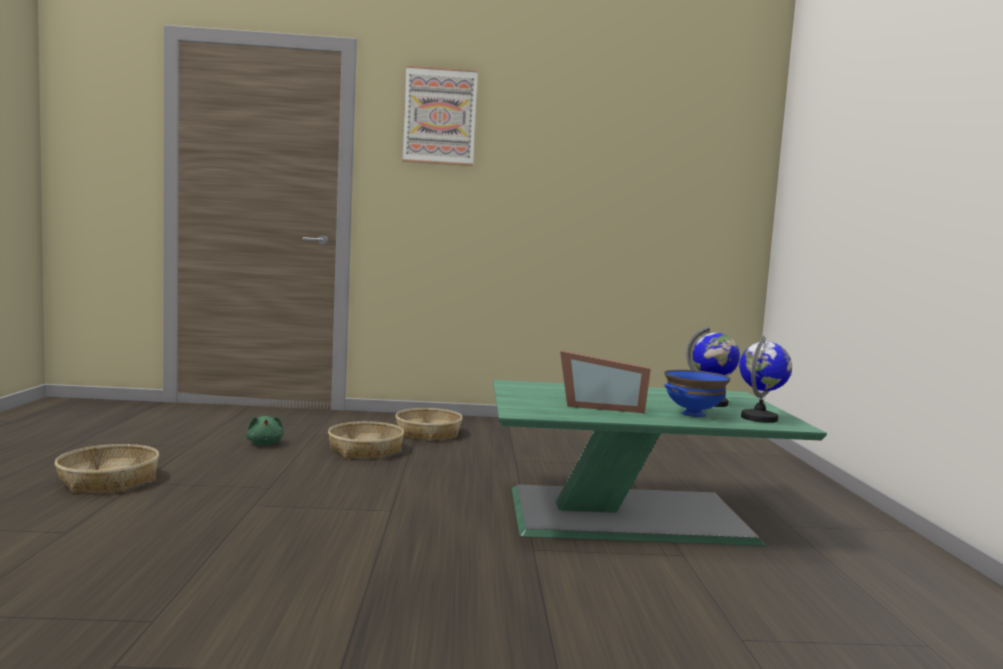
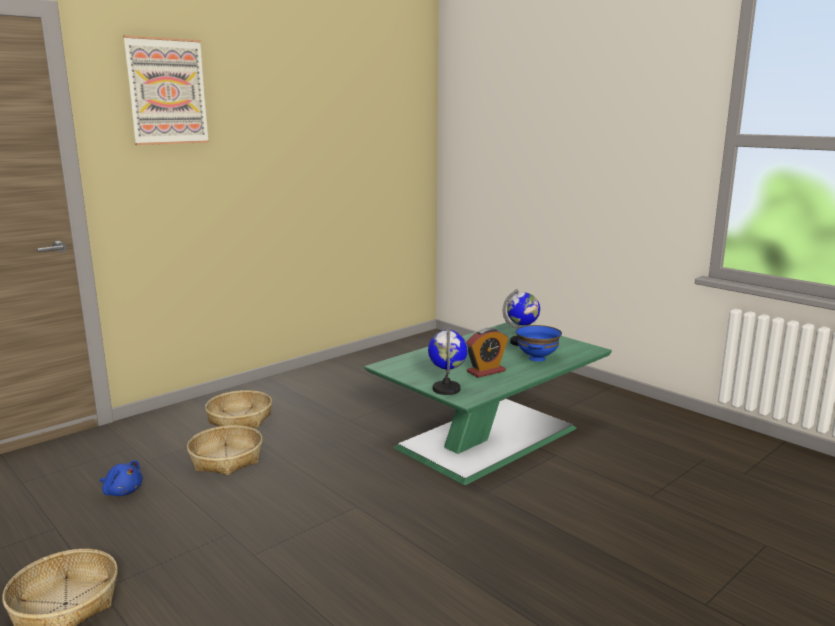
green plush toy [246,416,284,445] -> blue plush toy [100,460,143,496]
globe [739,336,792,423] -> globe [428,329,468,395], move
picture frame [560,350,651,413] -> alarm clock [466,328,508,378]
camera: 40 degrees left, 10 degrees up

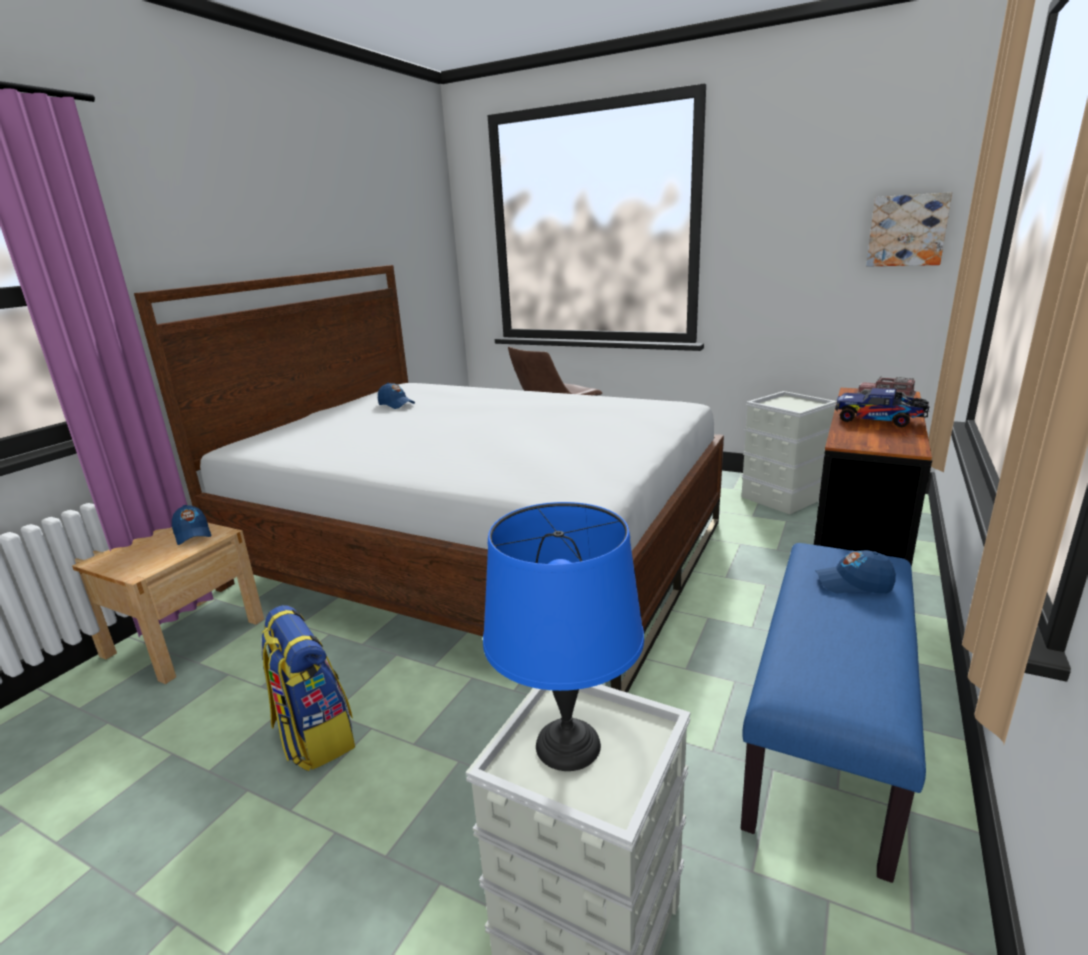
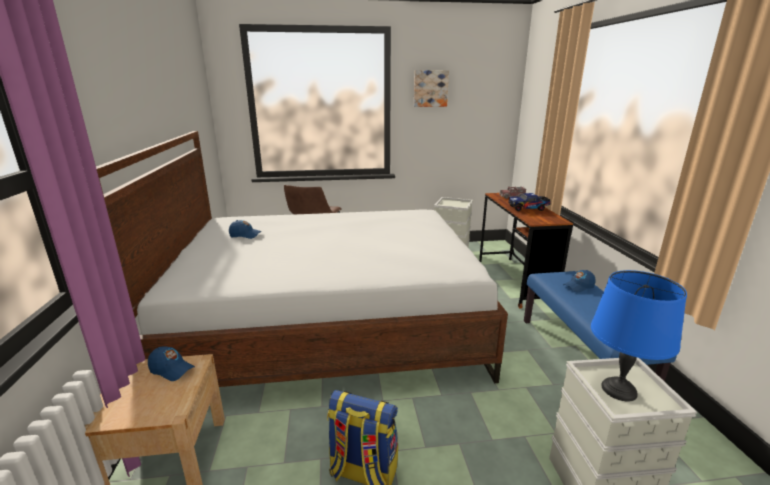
picture [866,192,952,267] -> picture [414,70,449,107], move
camera: 35 degrees left, 0 degrees up

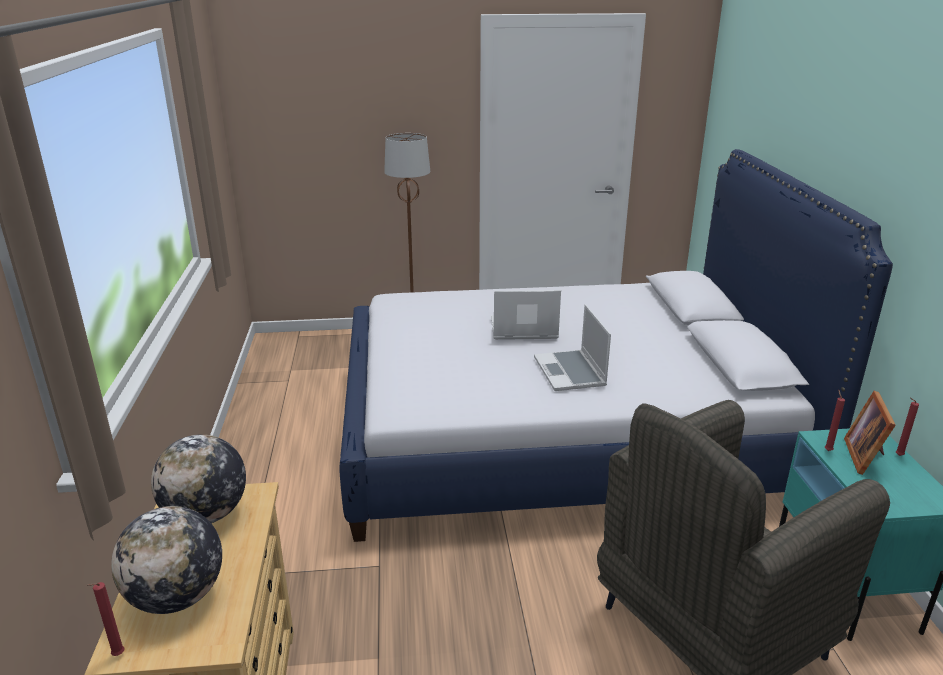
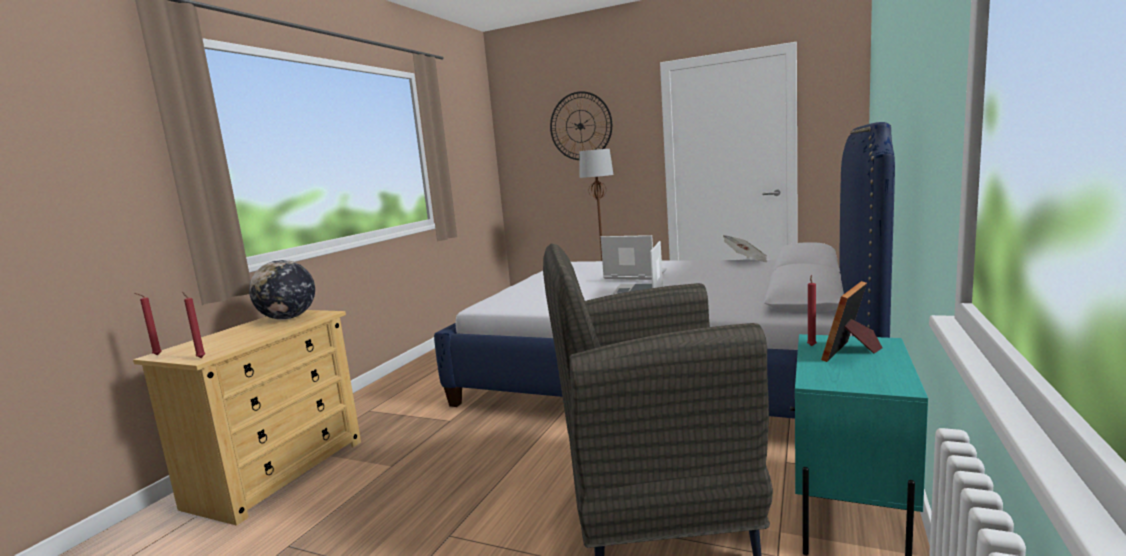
red candle [896,398,919,456] -> red candle [182,292,205,358], move
none -> wall clock [550,91,612,160]
none -> newspaper [722,235,767,263]
globe [111,506,222,614] -> none
camera: 30 degrees right, 15 degrees down

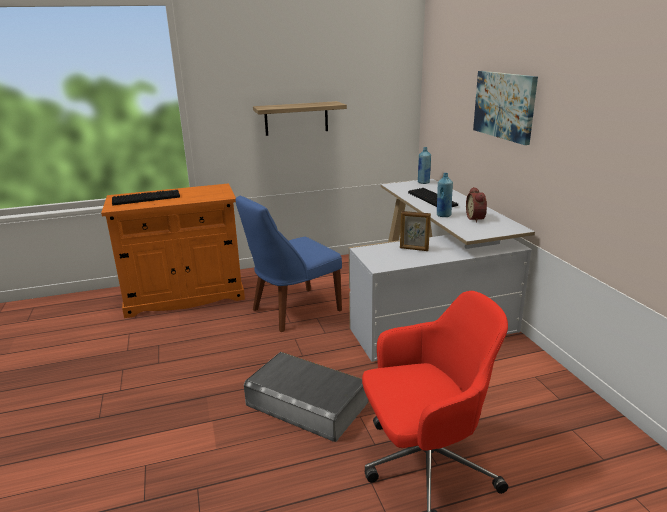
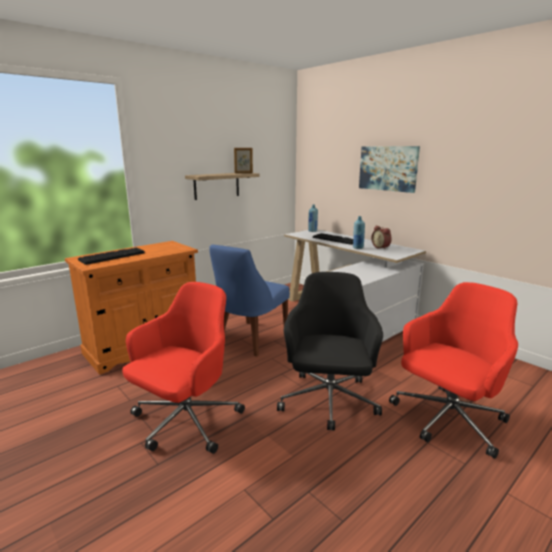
none -> red office chair [122,282,245,454]
picture frame [400,211,431,251] -> picture frame [234,148,253,173], move
grey storage box [244,352,368,442] -> black office chair [277,272,383,431]
camera: 25 degrees left, 5 degrees down

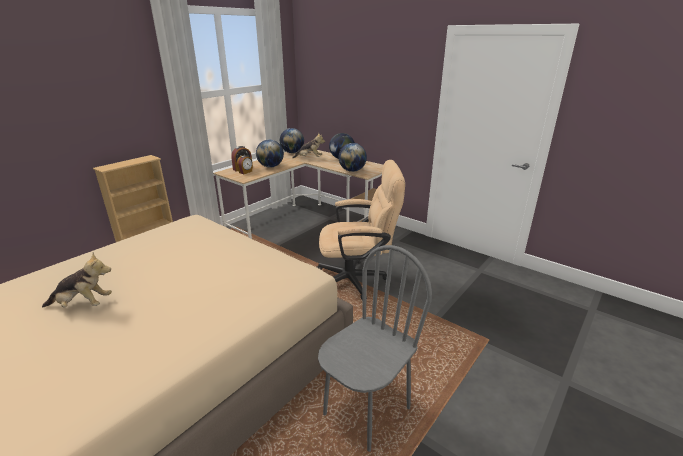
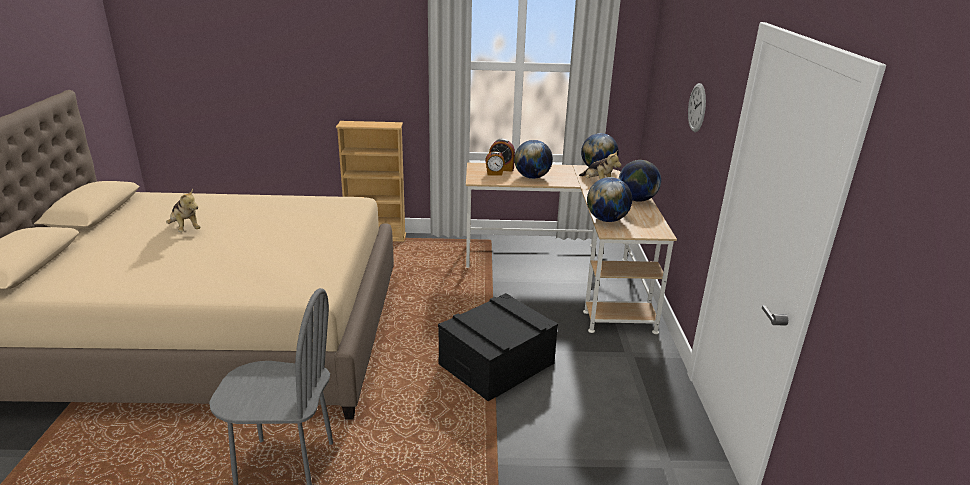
beige office chair [317,160,405,300] -> black storage box [438,293,558,401]
none -> wall clock [688,83,706,132]
camera: 50 degrees right, 0 degrees up

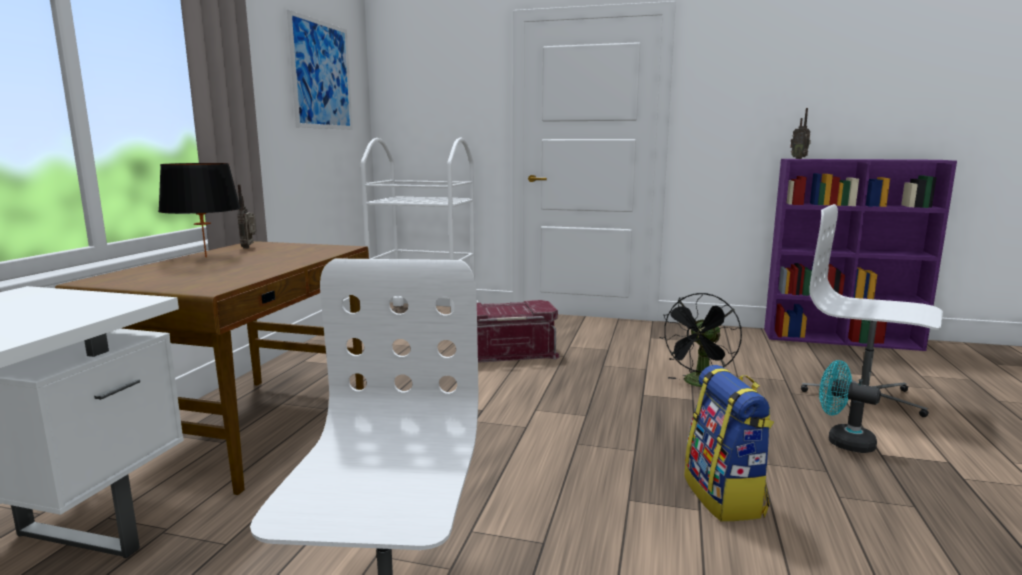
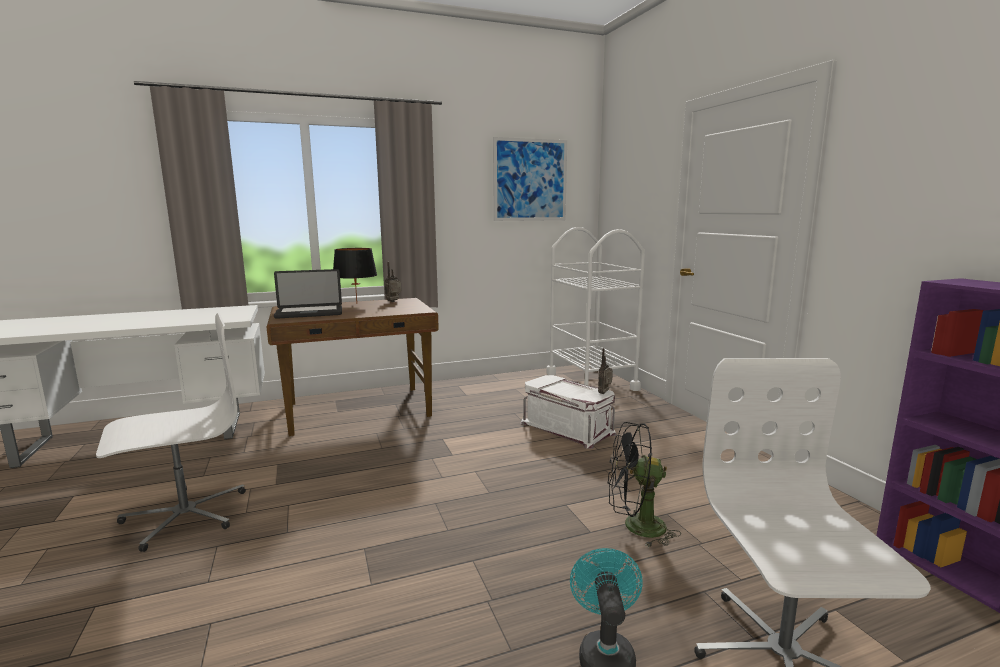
none -> laptop [274,269,342,319]
red storage box [477,300,560,363] -> white storage box [521,375,617,449]
radio [790,108,811,159] -> radio [598,348,613,394], move
backpack [684,365,774,522] -> none
camera: 55 degrees right, 0 degrees up

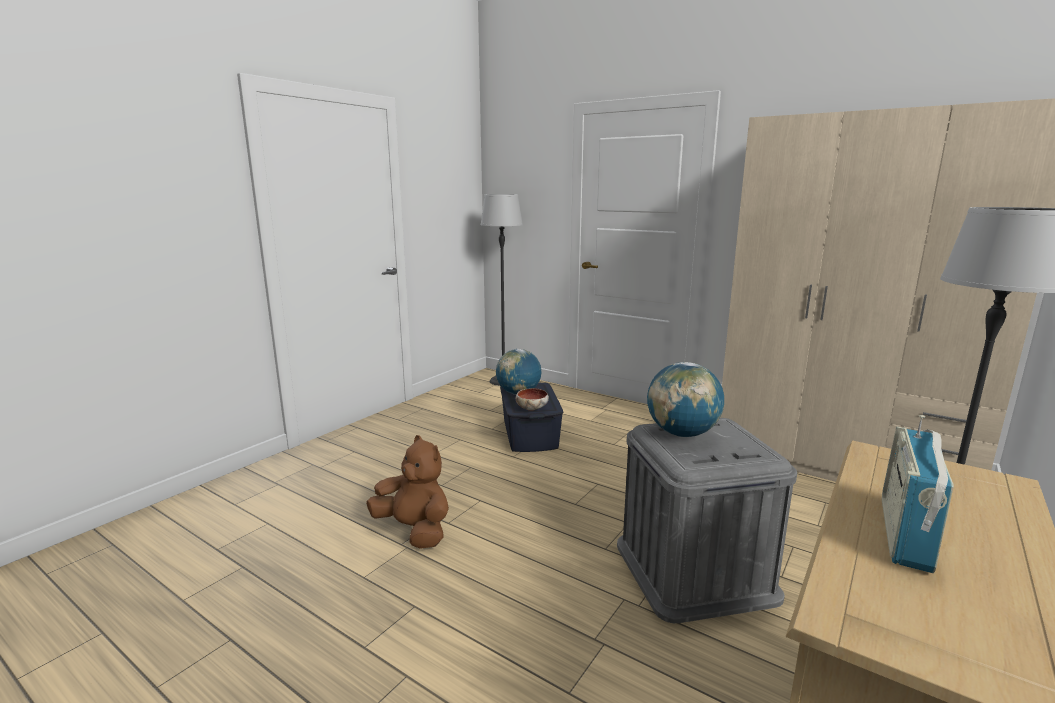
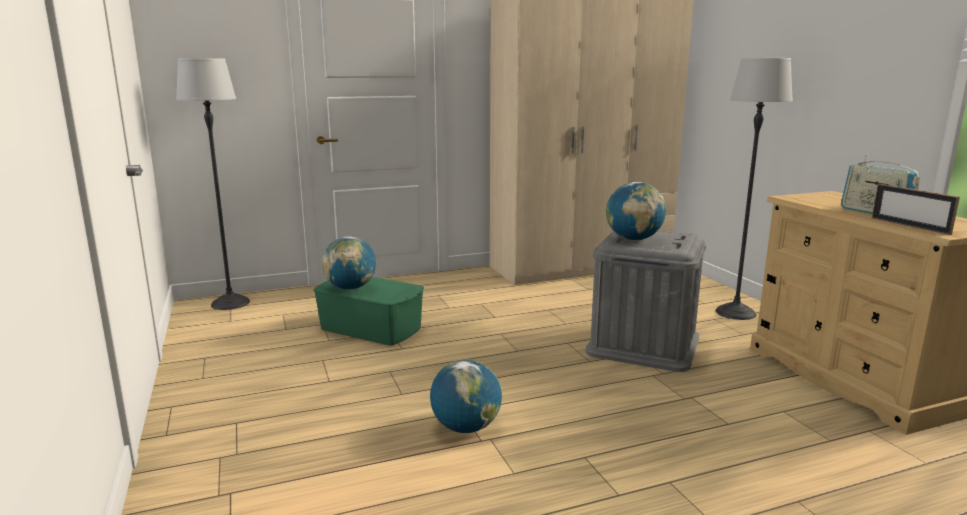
blue storage box [500,383,563,452] -> green storage box [313,277,424,346]
brown plush toy [366,435,449,549] -> globe [430,360,502,433]
none -> picture frame [872,184,960,235]
bowl [515,388,549,411] -> none
camera: 55 degrees left, 0 degrees up

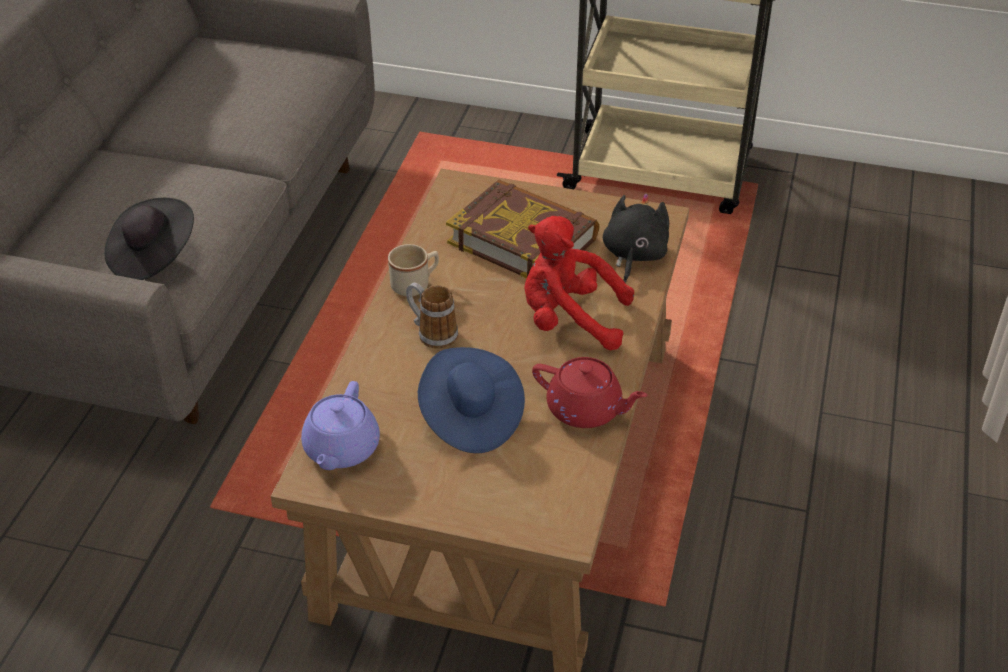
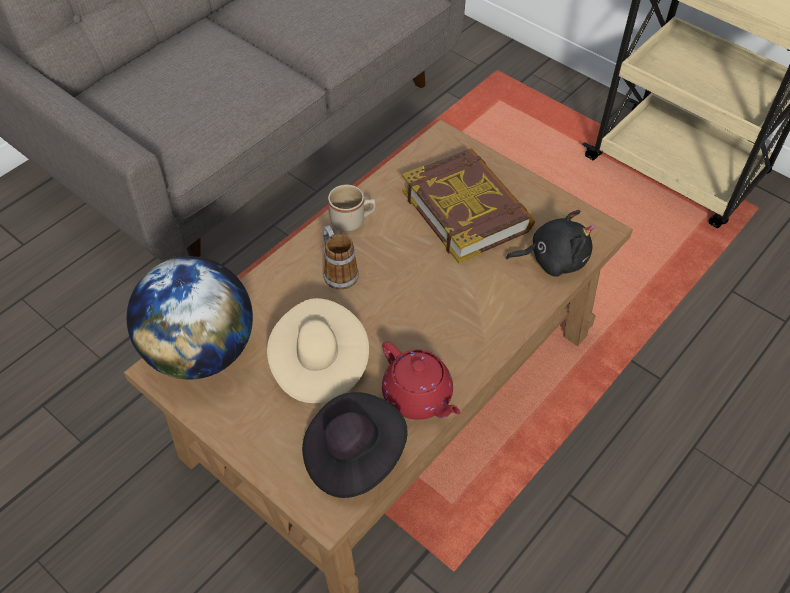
purple teapot [301,381,380,470] -> globe [127,256,253,379]
blue hat [418,347,525,453] -> beige hat [267,298,369,403]
black hat [104,198,194,280] -> black hat [302,392,408,498], move
black plush toy [603,193,669,283] -> black plush toy [506,210,595,277], 45 degrees clockwise
red plush toy [524,216,634,350] -> none
camera: 25 degrees right, 10 degrees up

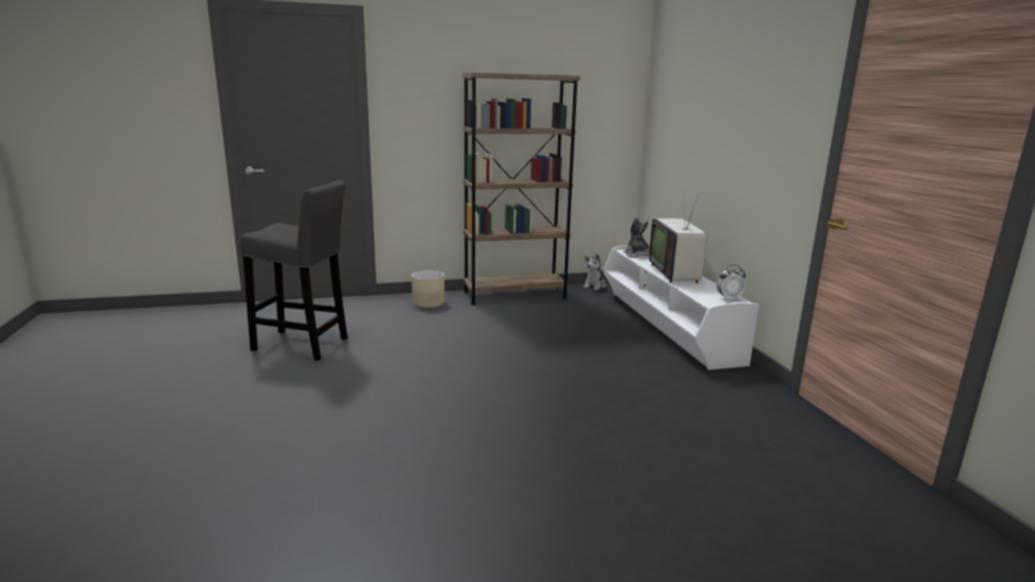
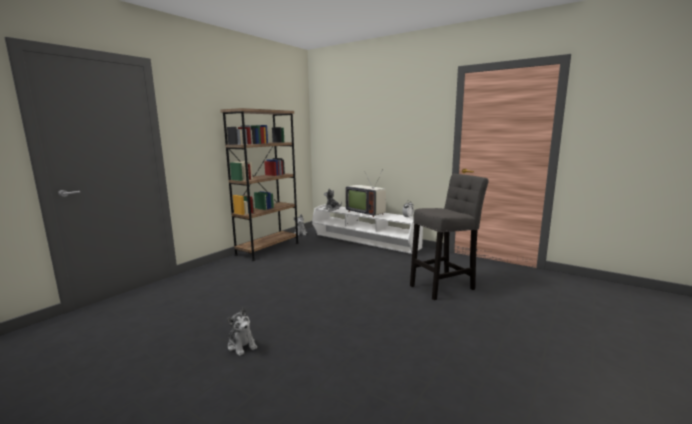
none -> plush toy [227,308,257,356]
grey stool [240,180,348,361] -> grey stool [410,174,489,300], move
beige planter [412,270,445,308] -> none
camera: 40 degrees left, 5 degrees down

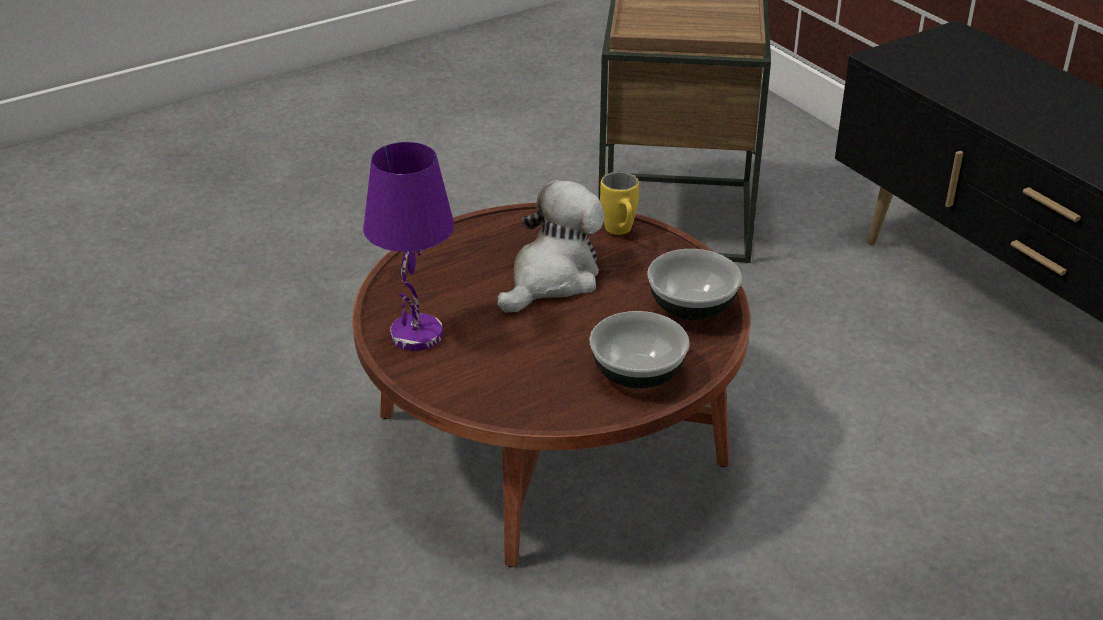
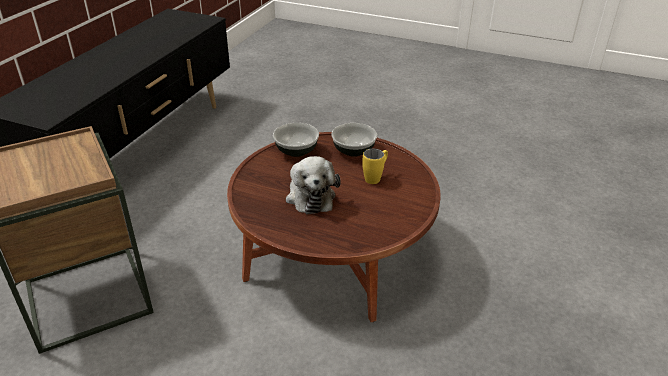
plush toy [498,180,605,313] -> plush toy [286,156,341,214], 105 degrees counterclockwise
yellow mug [600,172,639,235] -> yellow mug [362,148,388,184], move
purple table lamp [363,142,454,351] -> none
camera: 125 degrees left, 0 degrees up

